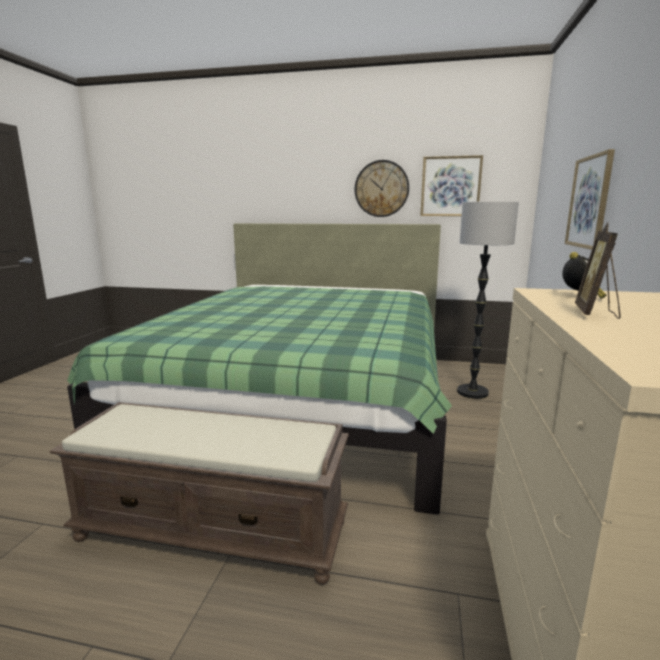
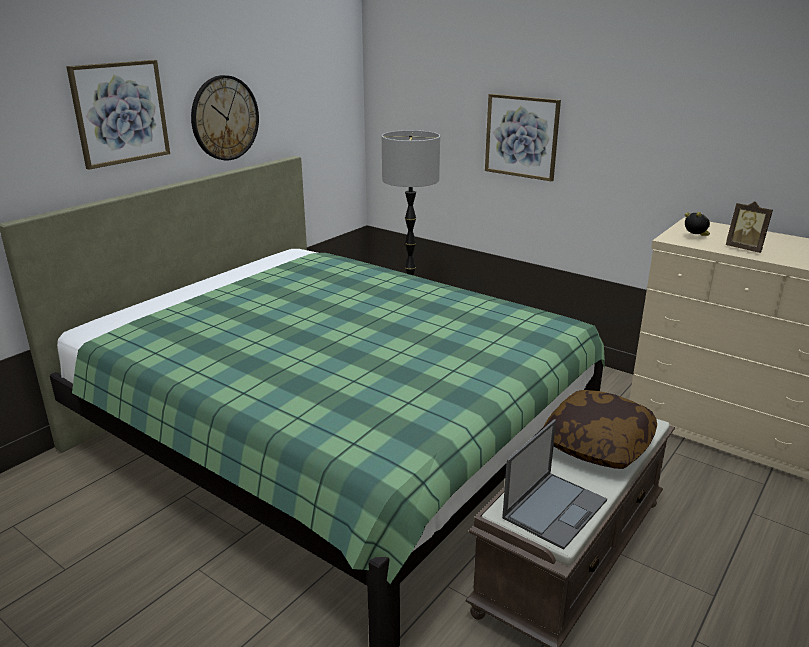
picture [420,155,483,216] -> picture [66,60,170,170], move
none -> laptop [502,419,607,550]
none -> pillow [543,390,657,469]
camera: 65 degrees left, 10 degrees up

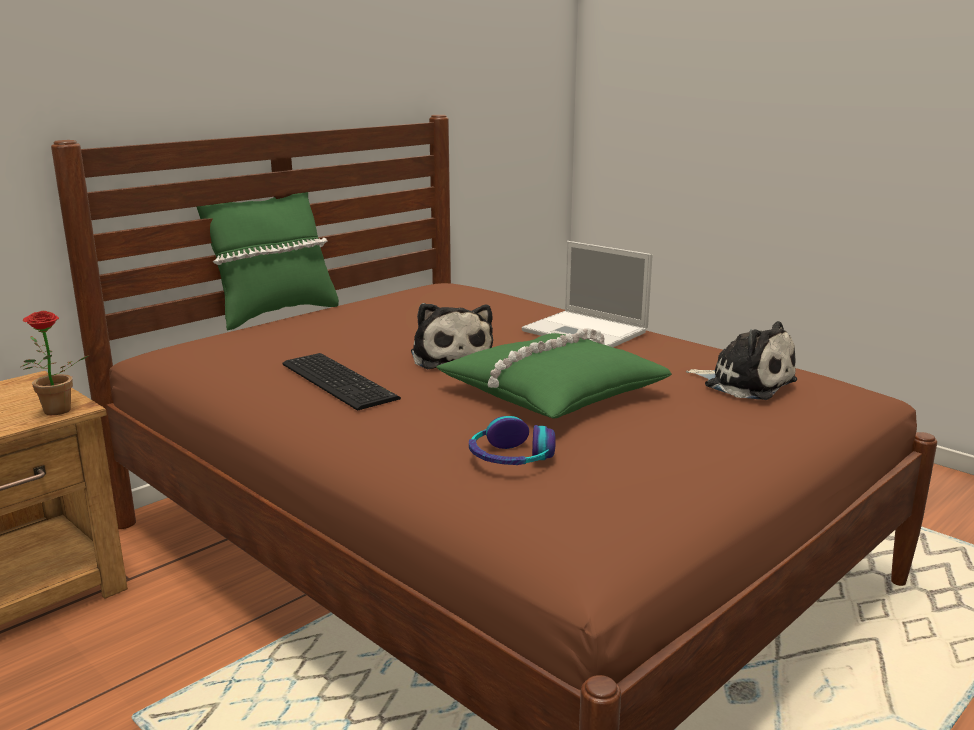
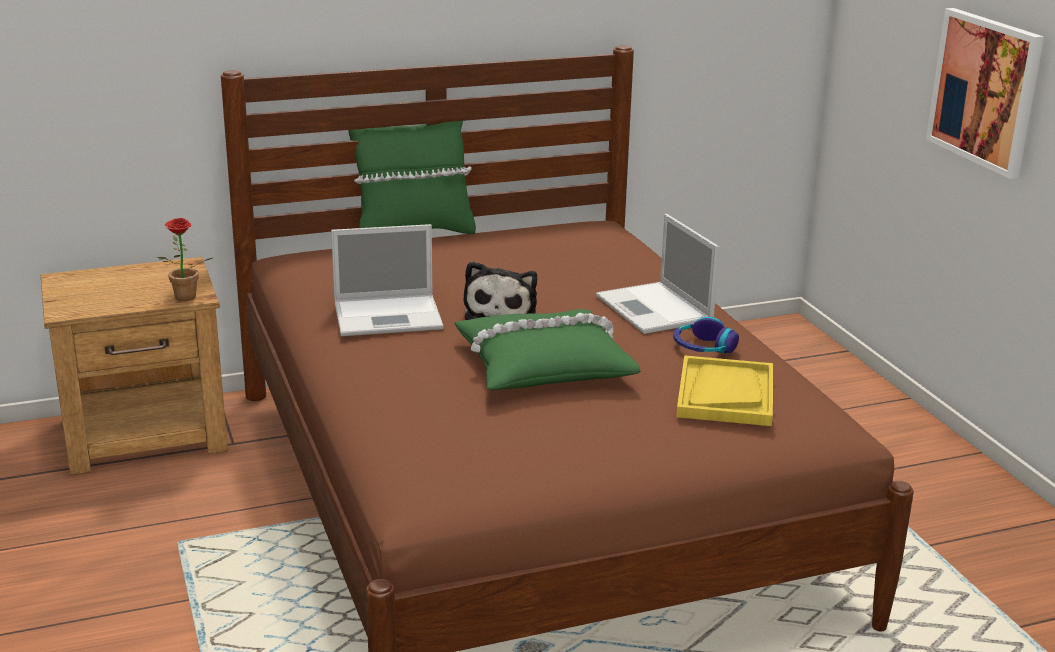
keyboard [282,353,401,411] -> laptop [331,224,444,336]
headphones [469,416,556,465] -> headphones [673,317,739,353], move
plush toy [686,321,797,400] -> yellow tray [676,355,773,426]
none -> picture [926,8,1044,179]
camera: 25 degrees right, 5 degrees up

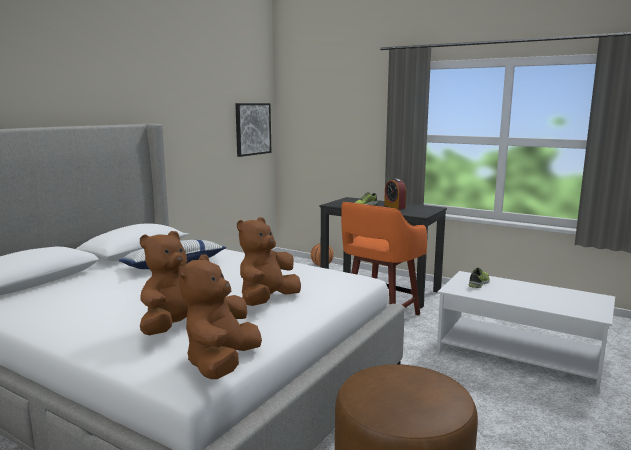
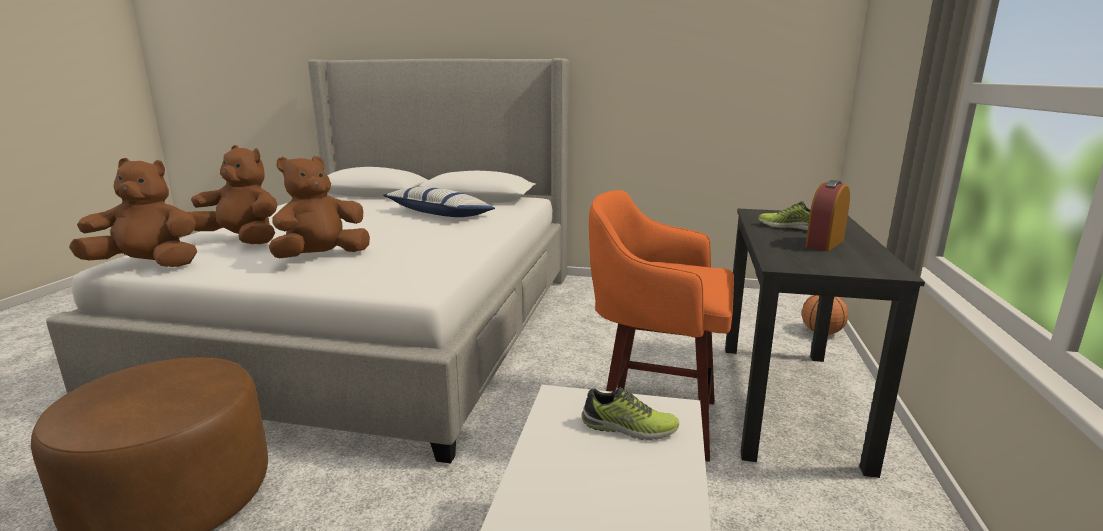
brown plush toy [237,217,301,306] -> brown plush toy [269,156,370,258], 60 degrees counterclockwise
picture [235,103,271,157] -> none
camera: 70 degrees right, 5 degrees up

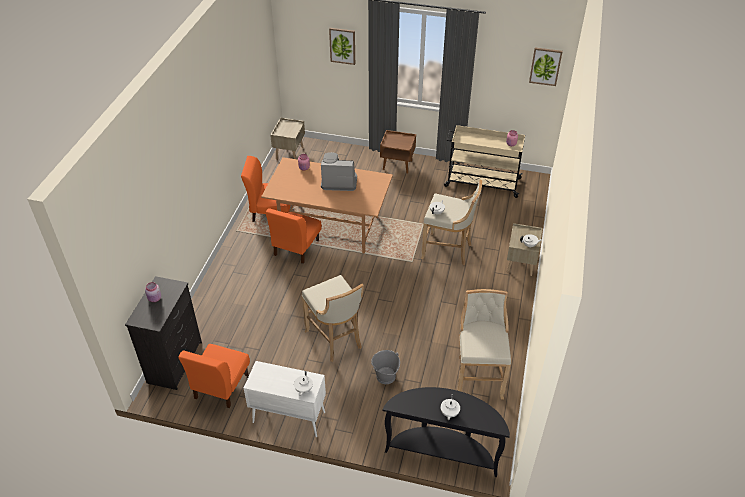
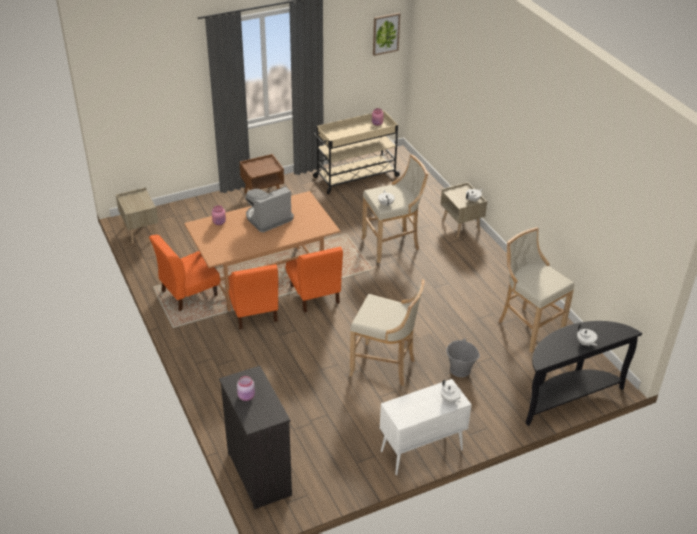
orange chair [178,344,250,408] -> orange chair [286,247,343,313], move
picture [329,28,355,65] -> none
camera: 40 degrees left, 5 degrees down

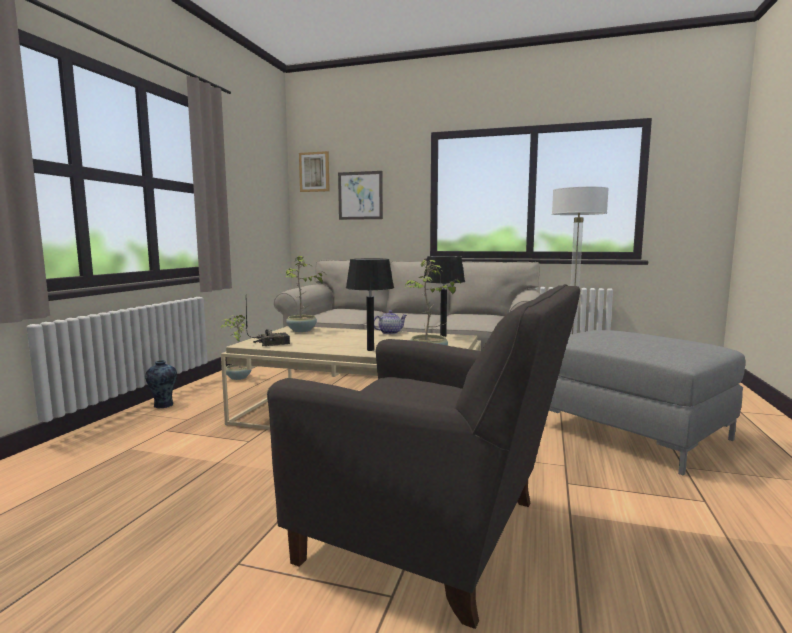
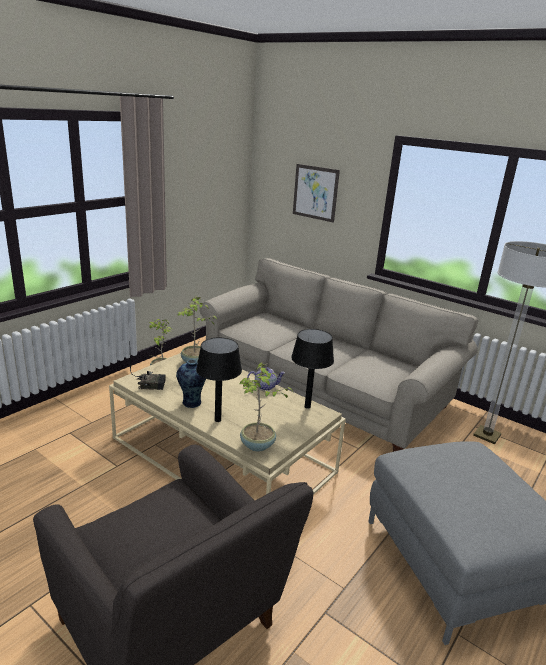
vase [145,360,177,408] -> vase [176,359,206,408], move
picture [299,151,330,192] -> none
camera: 20 degrees right, 15 degrees up

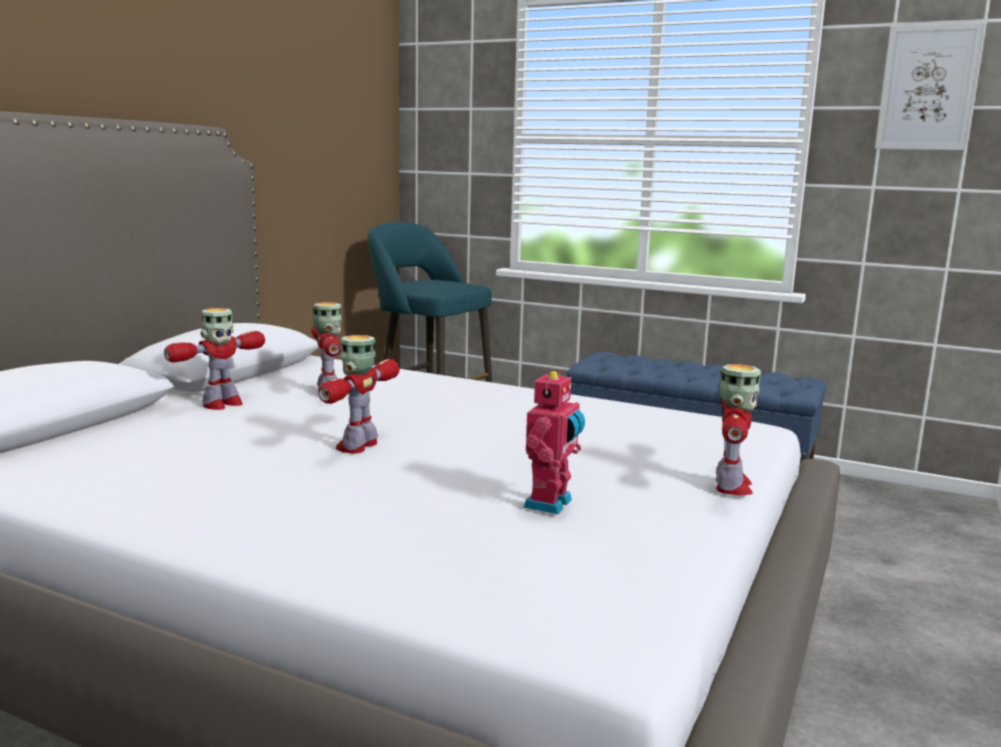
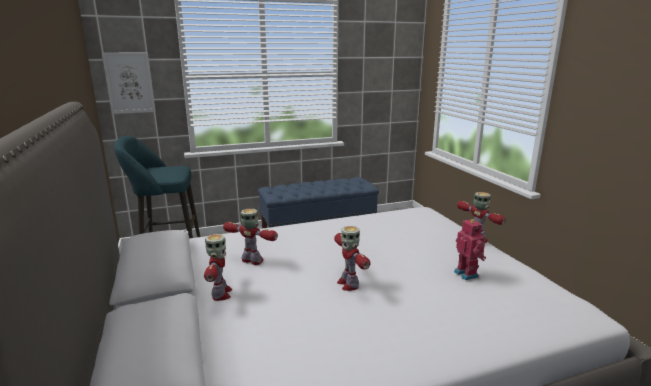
picture [875,22,985,150] -> picture [102,52,156,114], move
camera: 45 degrees left, 5 degrees up

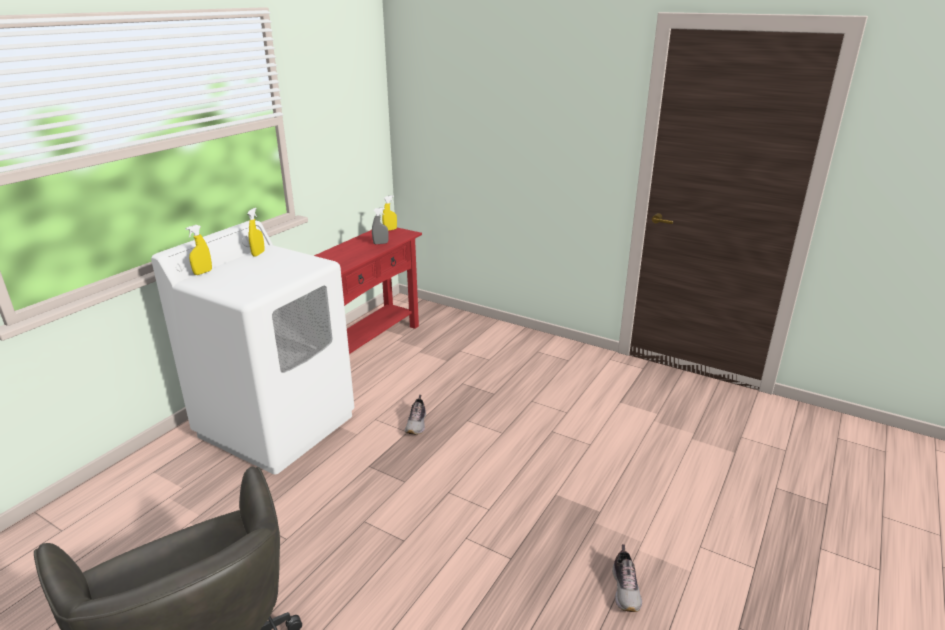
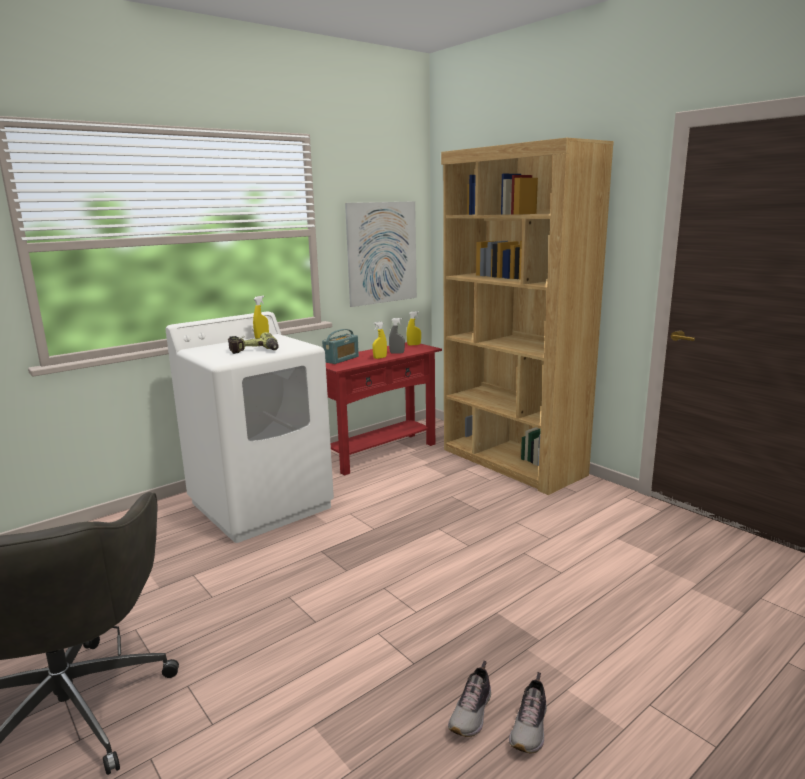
none -> power drill [228,332,279,354]
none -> radio [322,329,359,364]
none -> picture [345,201,417,307]
yellow spray bottle [186,225,212,275] -> yellow spray bottle [373,322,387,359], move
none -> brown bookcase [441,138,614,495]
shoe [405,395,426,434] -> shoe [448,660,491,737], move
camera: 20 degrees right, 10 degrees down

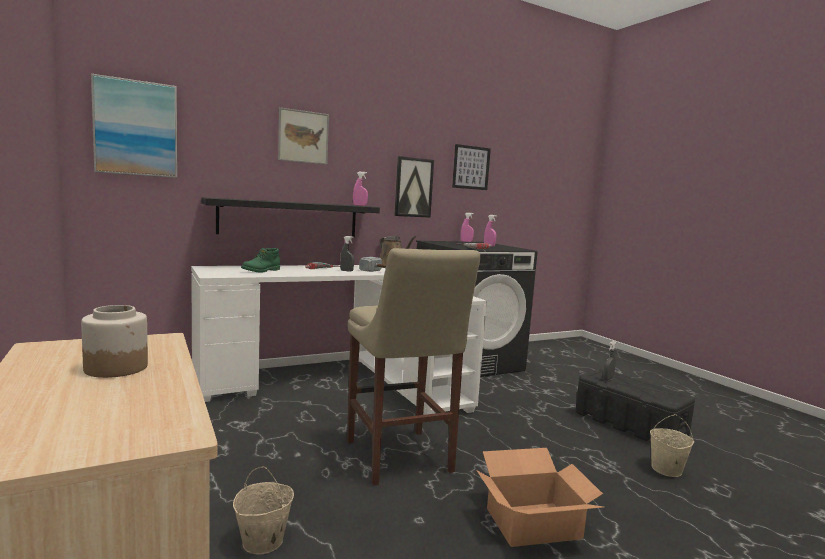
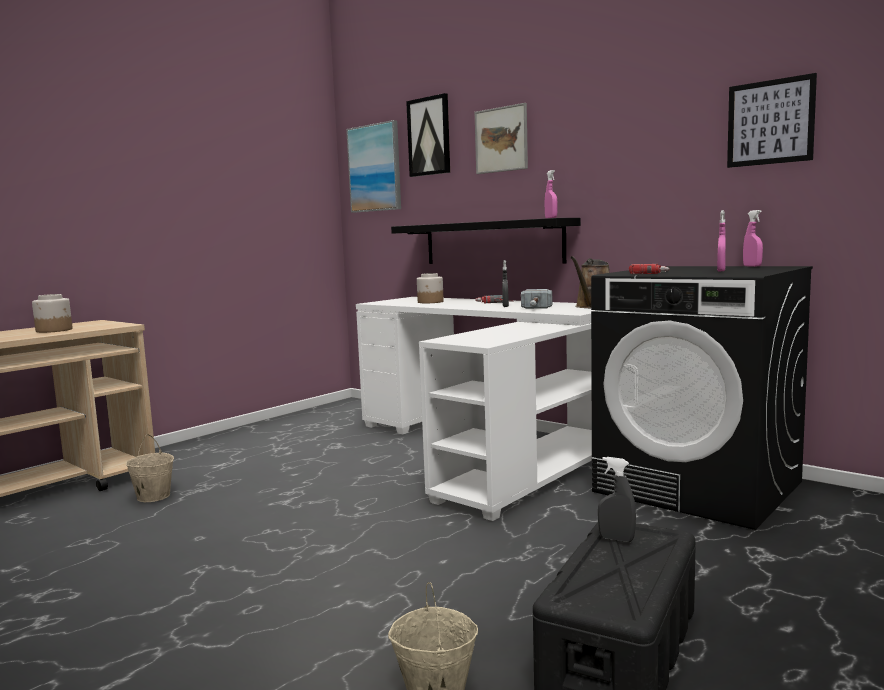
picture [394,156,434,218] -> picture [406,93,450,177], move
green boot [241,248,280,272] -> jar [417,273,444,303]
beige stool [347,248,480,486] -> none
cardboard box [476,448,603,547] -> none
camera: 70 degrees right, 0 degrees up

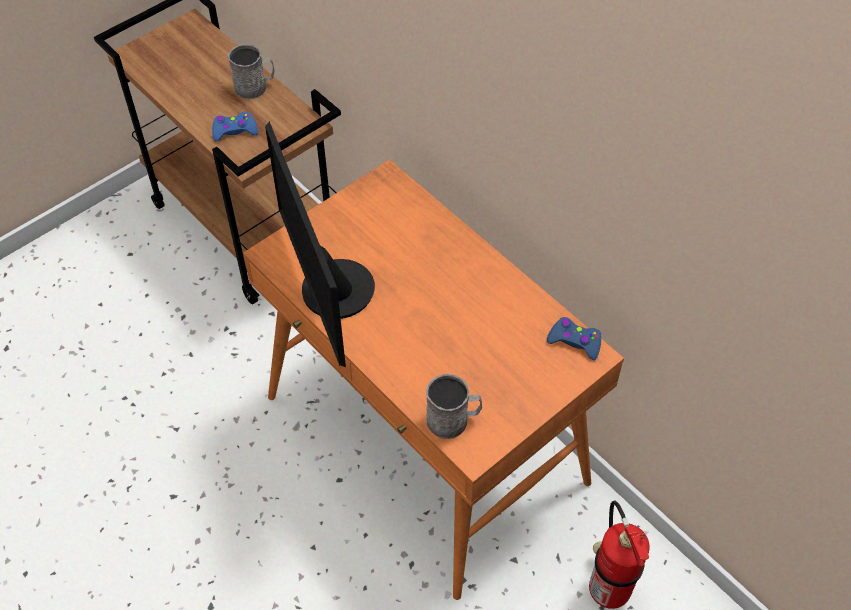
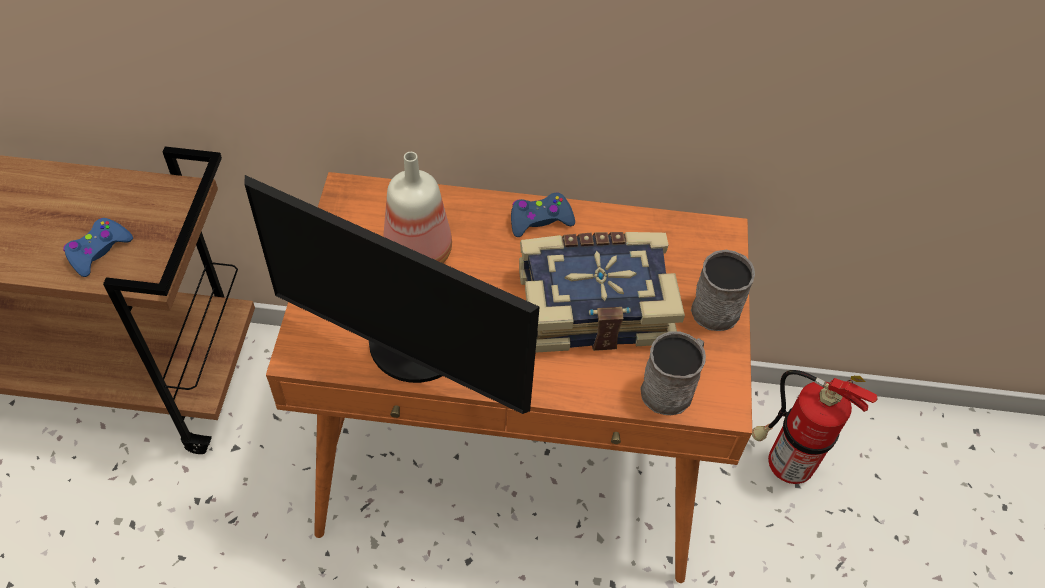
none -> bottle [383,152,452,263]
blue game controller [547,317,601,360] -> blue game controller [511,193,575,237], move
none -> book [519,232,685,353]
grey mug [228,44,275,99] -> grey mug [691,250,755,331], move
camera: 45 degrees left, 0 degrees up

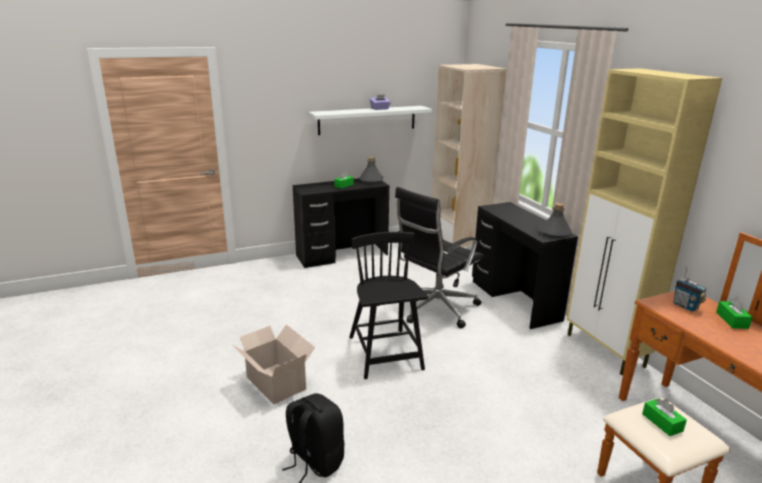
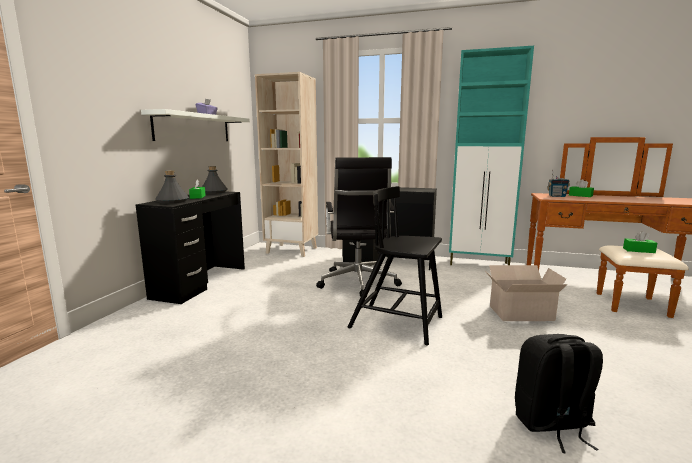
grey bottle [539,203,572,238] -> grey bottle [155,170,189,204], move
beige cabinet [566,68,722,375] -> turquoise cabinet [449,46,534,265]
cardboard box [232,324,315,405] -> cardboard box [484,265,568,321], move
camera: 50 degrees left, 10 degrees down

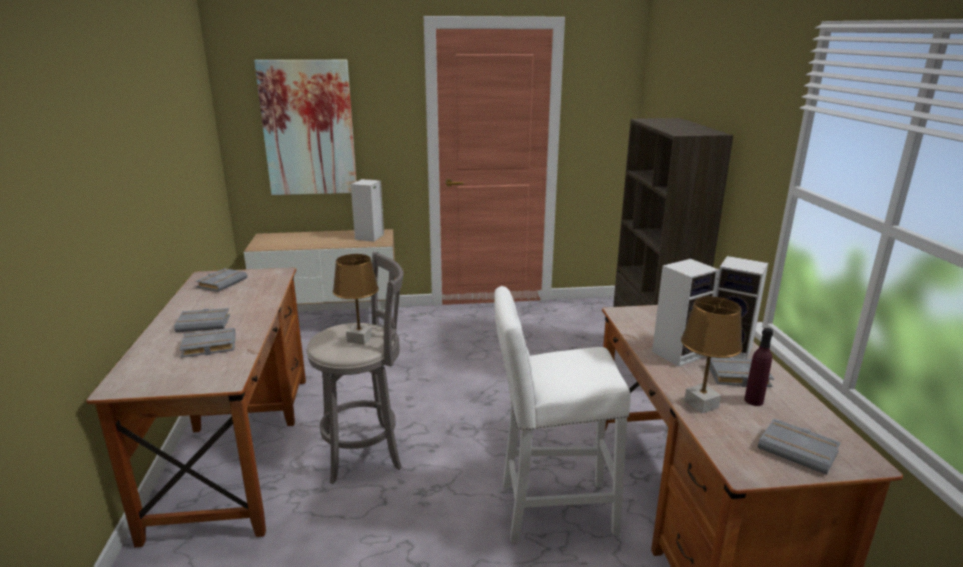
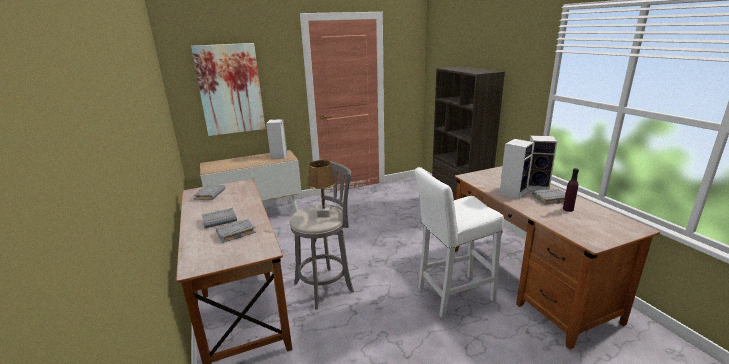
brown table lamp [681,297,743,413] -> none
grey book [758,419,841,475] -> none
camera: 15 degrees left, 0 degrees up

